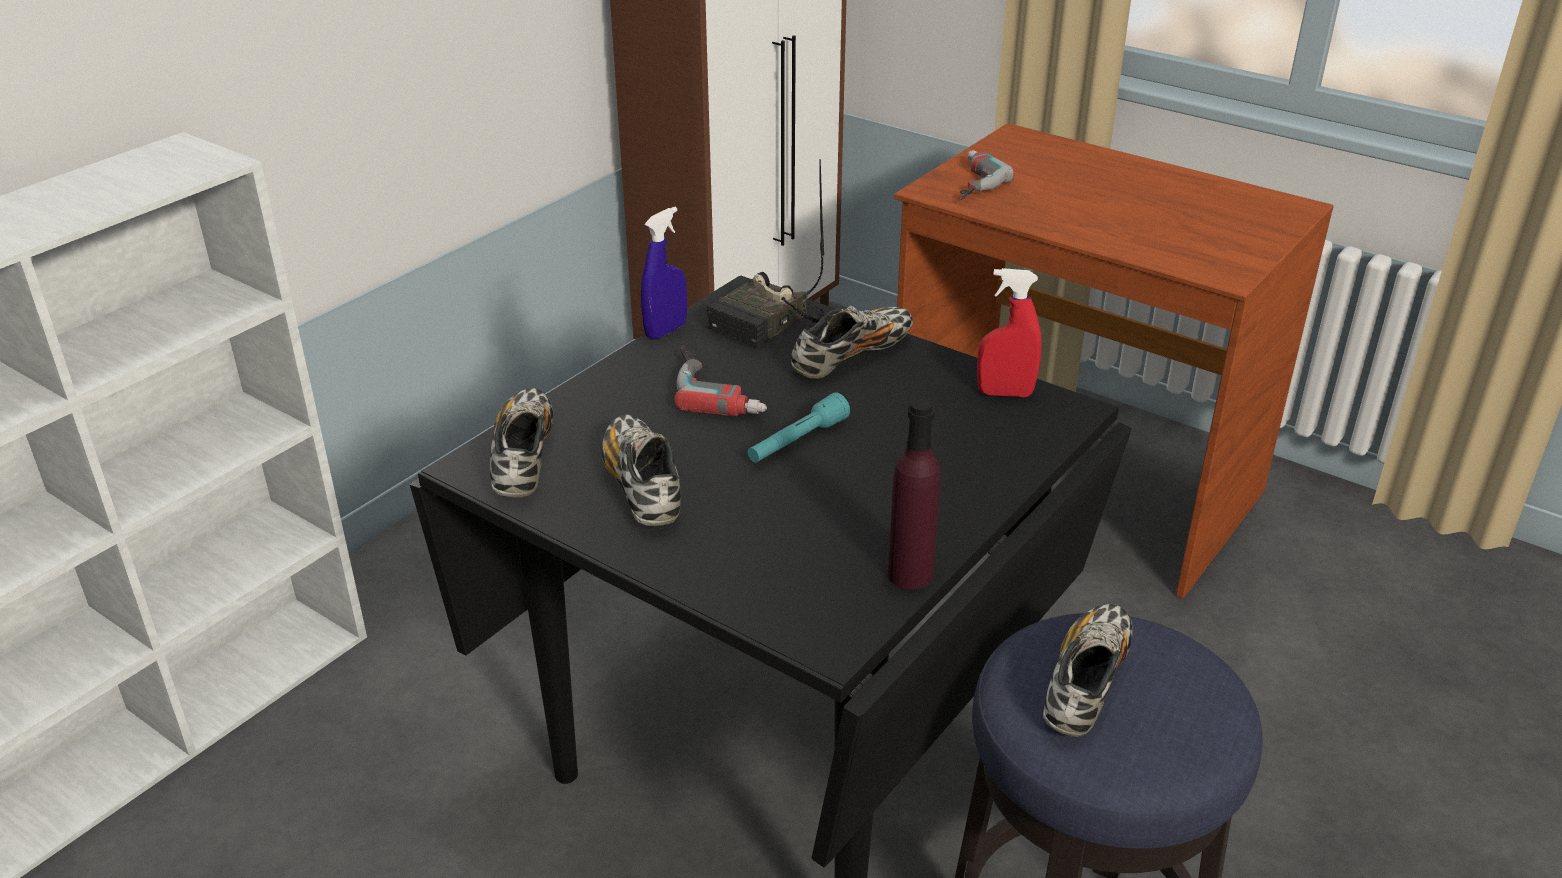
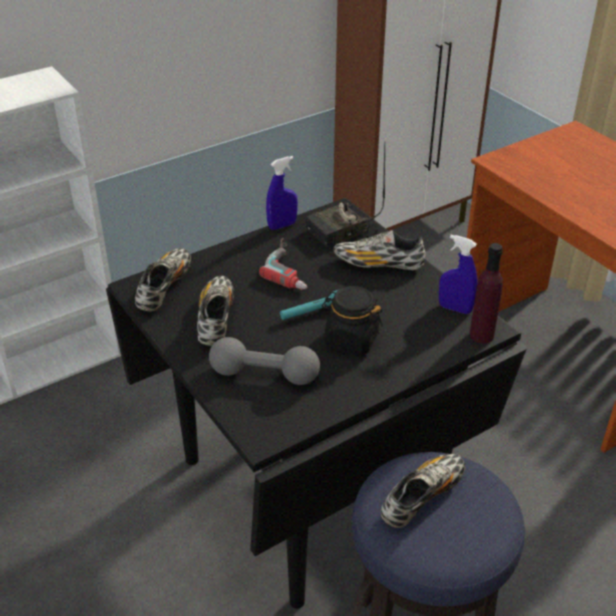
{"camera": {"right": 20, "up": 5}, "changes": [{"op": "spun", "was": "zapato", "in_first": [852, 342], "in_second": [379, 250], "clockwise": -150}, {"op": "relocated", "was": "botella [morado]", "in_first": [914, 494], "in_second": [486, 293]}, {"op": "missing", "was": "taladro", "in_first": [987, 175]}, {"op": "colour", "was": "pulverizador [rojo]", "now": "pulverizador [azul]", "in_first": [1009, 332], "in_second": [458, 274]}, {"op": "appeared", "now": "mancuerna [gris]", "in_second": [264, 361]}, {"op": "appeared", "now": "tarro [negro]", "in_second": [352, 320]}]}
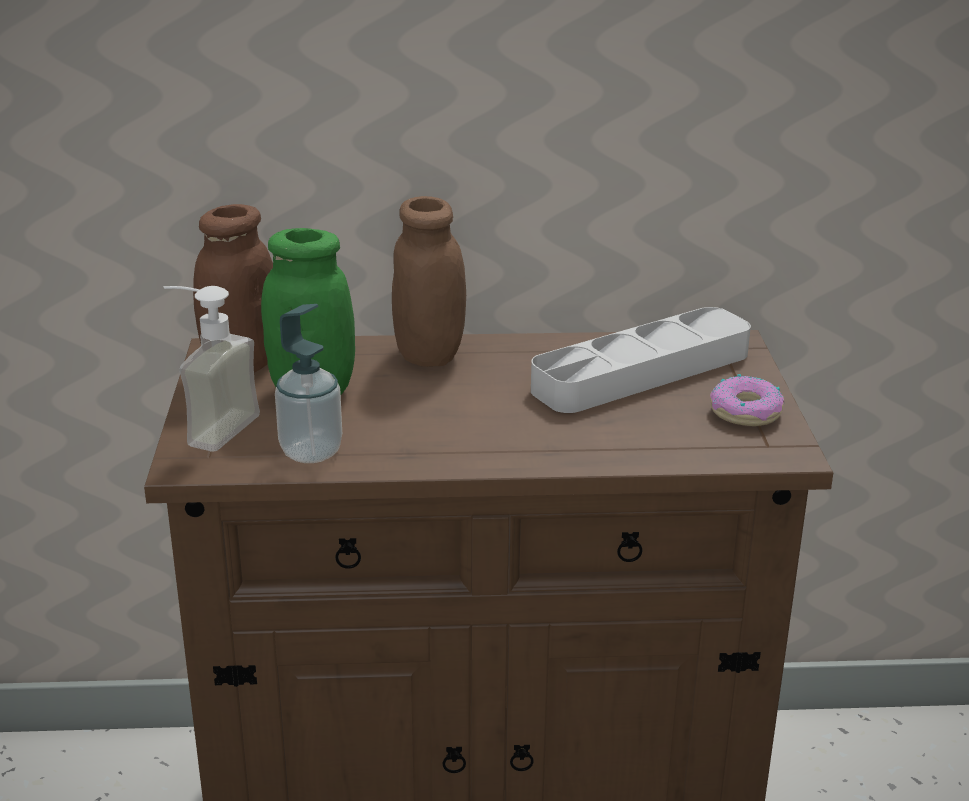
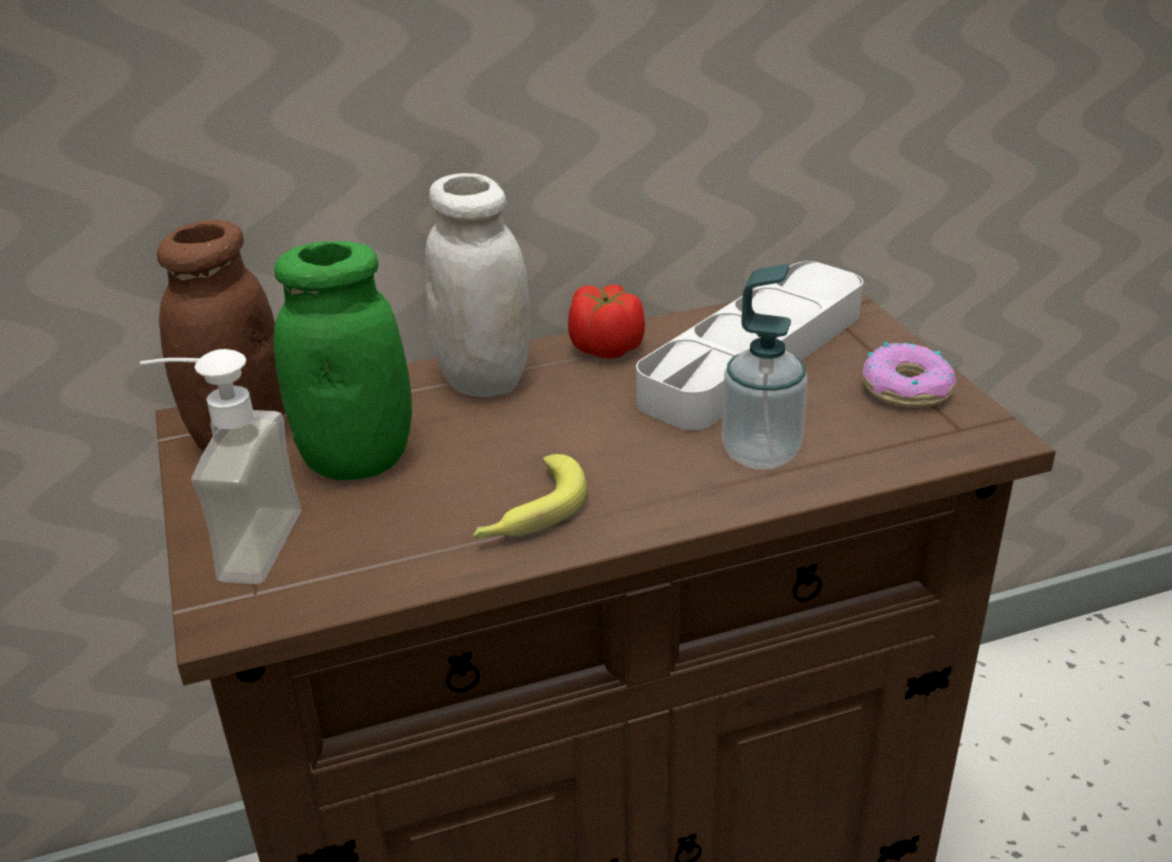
{"camera": {"right": -15, "up": 5}, "changes": [{"op": "relocated", "was": "dispensador de jabón", "in_first": [308, 383], "in_second": [765, 367]}, {"op": "colour", "was": "tarro [marrón]", "now": "tarro [blanco]", "in_first": [429, 281], "in_second": [477, 285]}, {"op": "appeared", "now": "plátano", "in_second": [530, 496]}, {"op": "appeared", "now": "tomate", "in_second": [606, 322]}]}
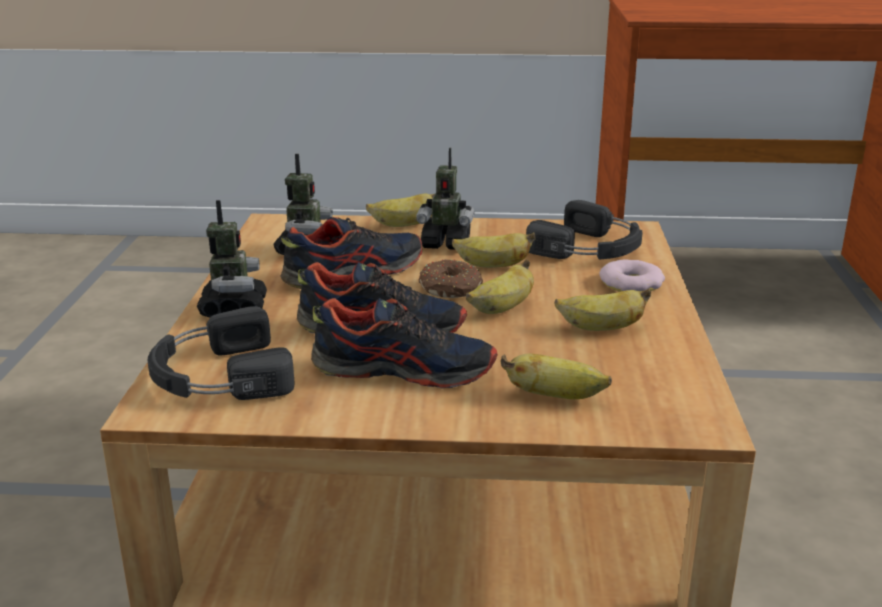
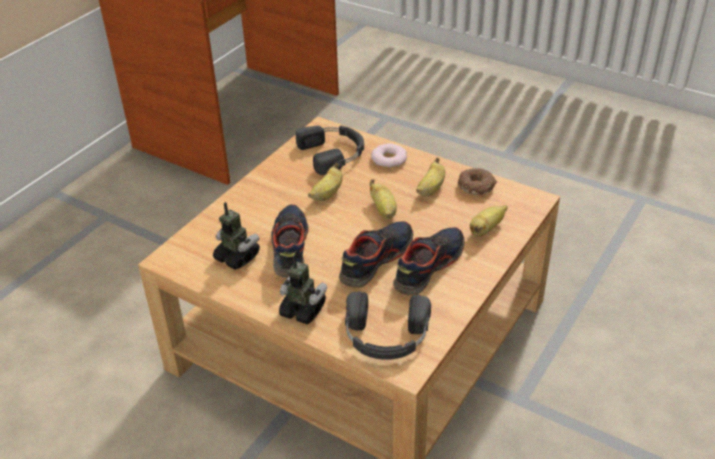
{"camera": {"right": -60, "up": 15}, "changes": [{"op": "missing", "was": "plátano", "in_first": [400, 210]}, {"op": "missing", "was": "robot de juguete", "in_first": [446, 198]}, {"op": "relocated", "was": "rosquilla", "in_first": [451, 278], "in_second": [477, 181]}]}
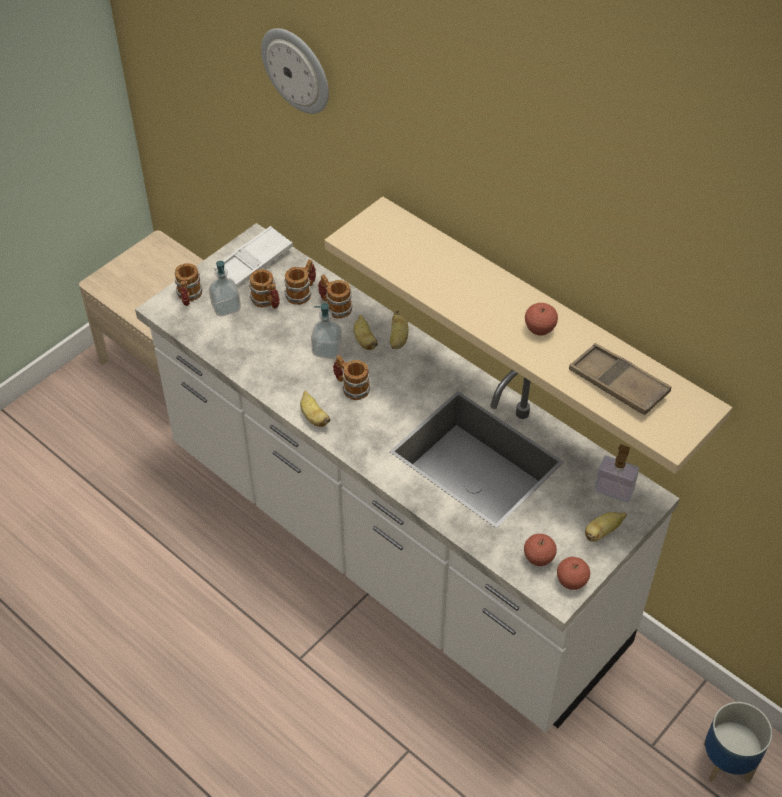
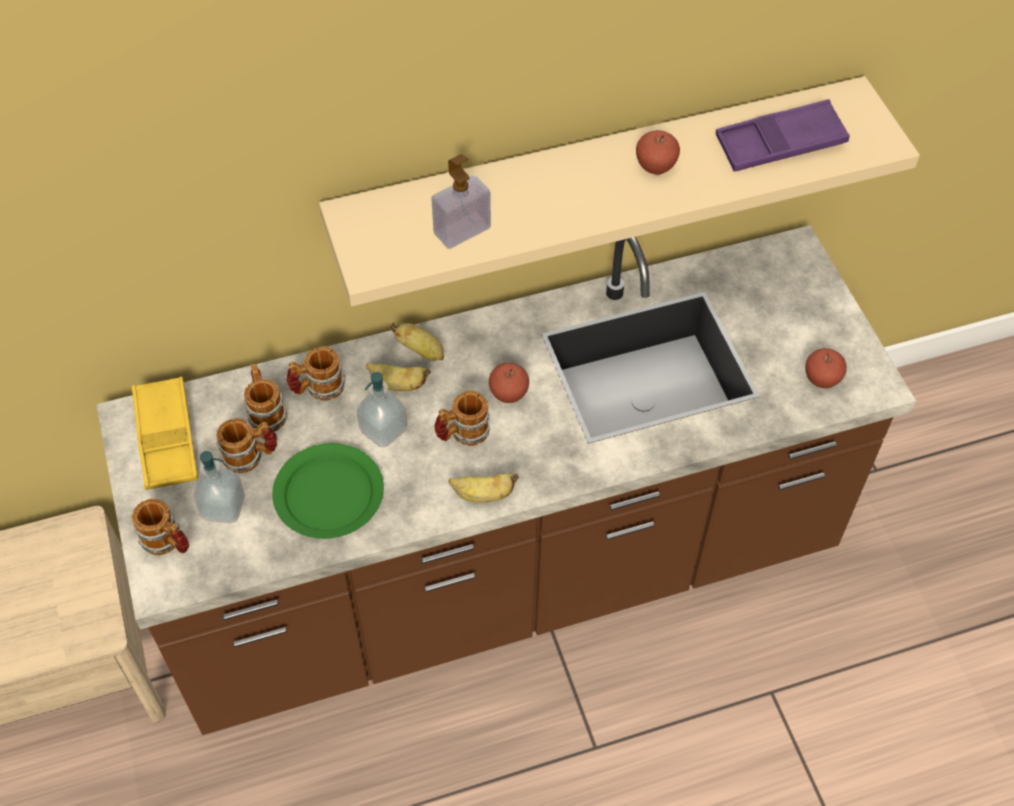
{"camera": {"right": -60, "up": 5}, "changes": [{"op": "colour", "was": "mueble bajo de cocina [blanco]", "now": "mueble bajo de cocina [marrón]", "in_first": [407, 477], "in_second": [506, 480]}, {"op": "colour", "was": "bandeja [blanco]", "now": "bandeja [amarillo]", "in_first": [253, 256], "in_second": [165, 433]}, {"op": "missing", "was": "reloj de pared", "in_first": [295, 71]}, {"op": "relocated", "was": "manzana", "in_first": [573, 573], "in_second": [509, 383]}, {"op": "colour", "was": "bandeja [marrón]", "now": "bandeja [morado]", "in_first": [620, 379], "in_second": [783, 135]}, {"op": "missing", "was": "plátano", "in_first": [606, 527]}, {"op": "relocated", "was": "dispensador de jabón", "in_first": [617, 473], "in_second": [461, 201]}, {"op": "missing", "was": "maceta", "in_first": [737, 742]}, {"op": "appeared", "now": "plato [verde]", "in_second": [328, 491]}]}
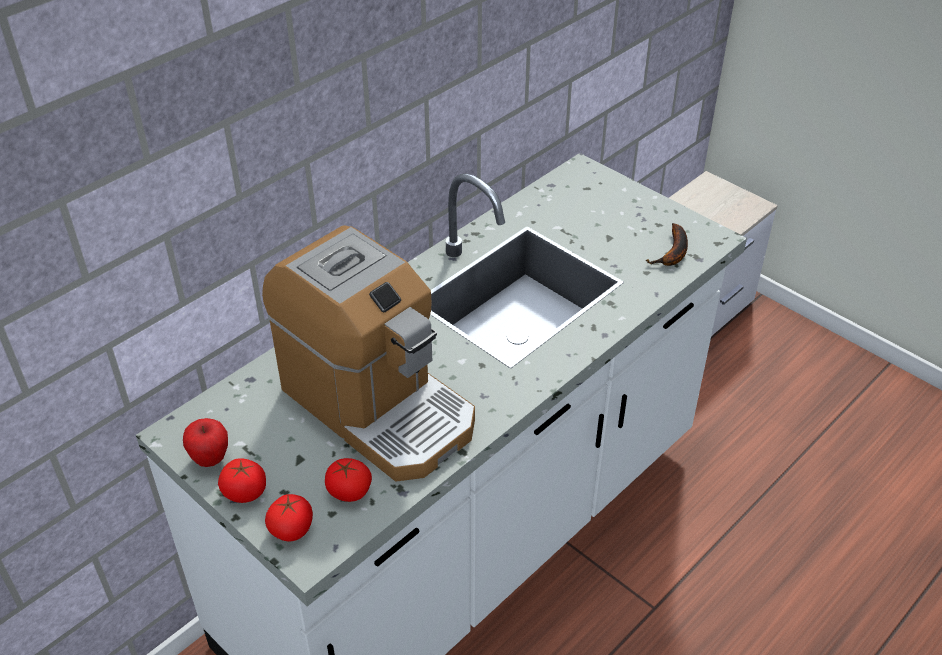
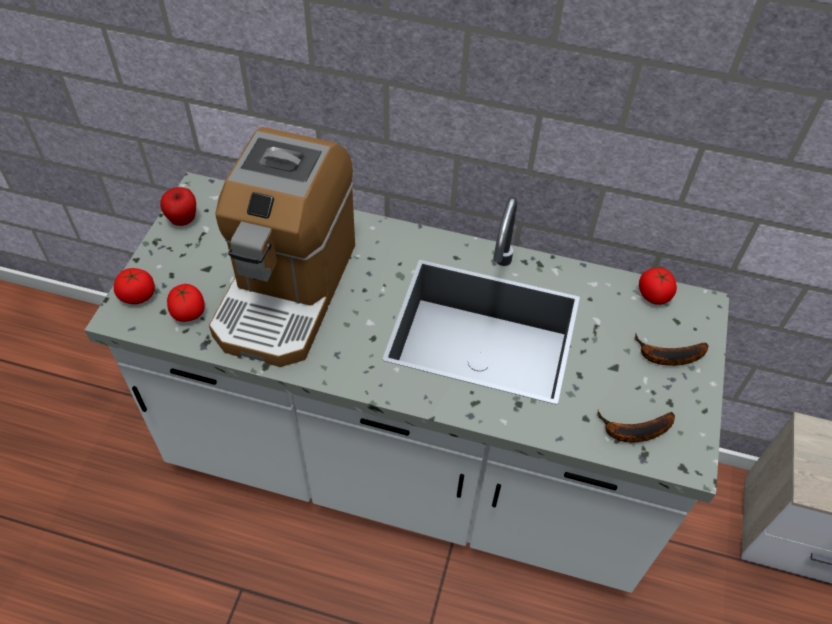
{"camera": {"right": 60, "up": 10}, "changes": [{"op": "relocated", "was": "tomate", "in_first": [242, 480], "in_second": [658, 286]}, {"op": "appeared", "now": "plátano", "in_second": [671, 350]}]}
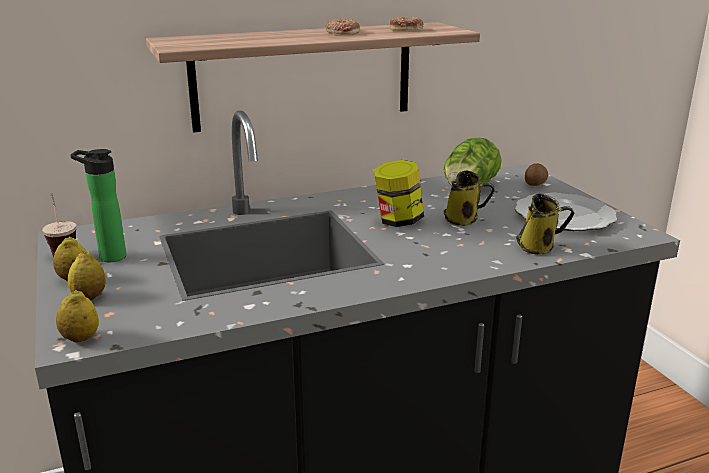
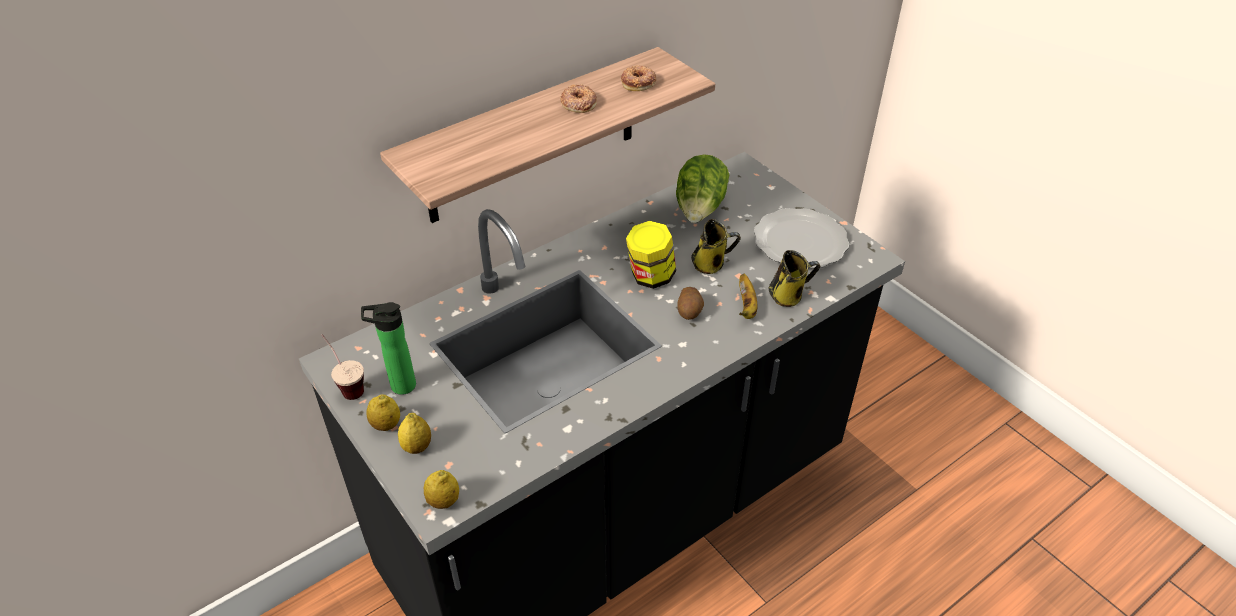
{"camera": {"right": -15, "up": 20}, "changes": [{"op": "relocated", "was": "patata", "in_first": [536, 174], "in_second": [690, 303]}, {"op": "appeared", "now": "plátano", "in_second": [748, 296]}]}
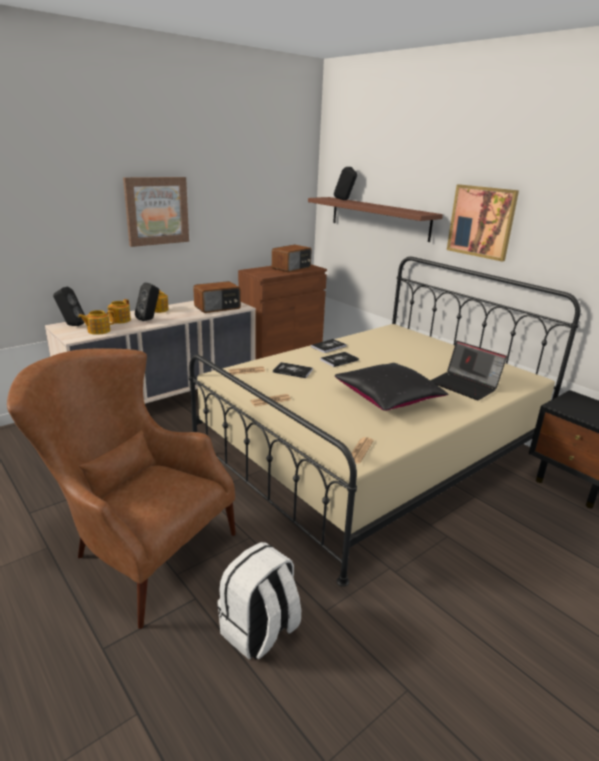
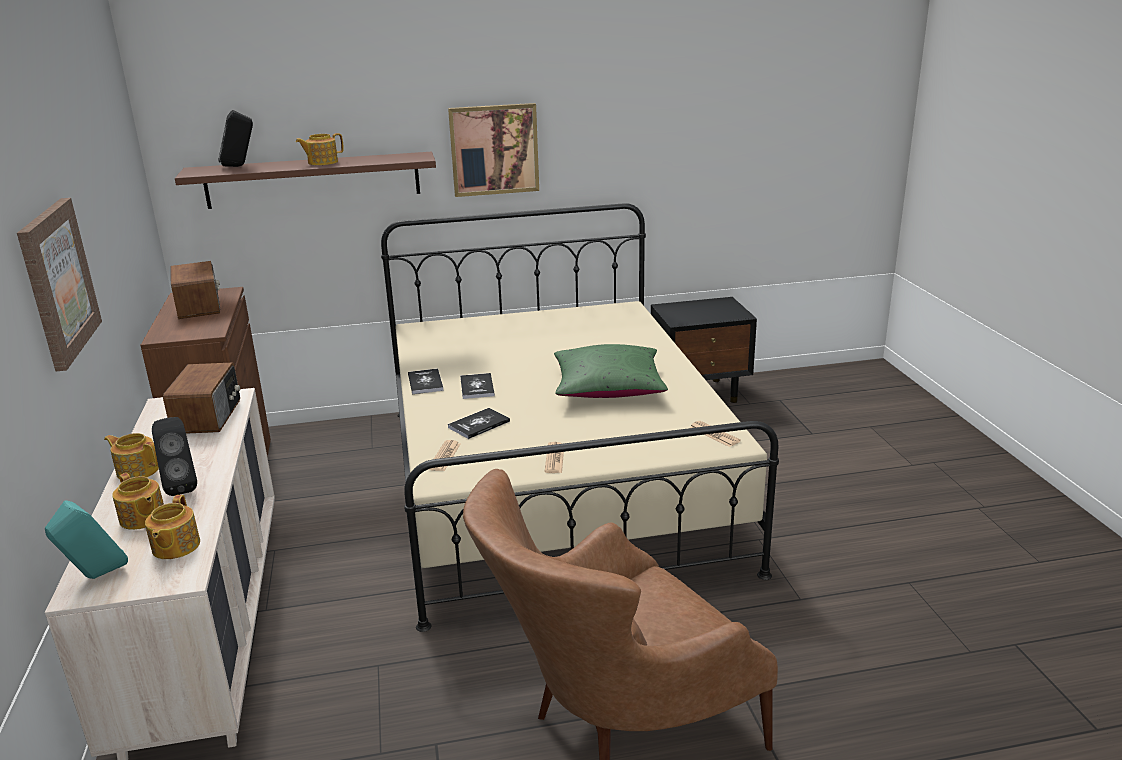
{"camera": {"right": -60, "up": 0}, "changes": [{"op": "colour", "was": "altavoz [negro]", "now": "altavoz [turquesa]", "in_first": [69, 306], "in_second": [86, 539]}, {"op": "missing", "was": "mochila [blanco]", "in_first": [259, 601]}, {"op": "colour", "was": "cojín [negro]", "now": "cojín [verde]", "in_first": [391, 387], "in_second": [611, 371]}, {"op": "missing", "was": "portátil", "in_first": [468, 370]}, {"op": "appeared", "now": "tetera", "in_second": [319, 149]}]}
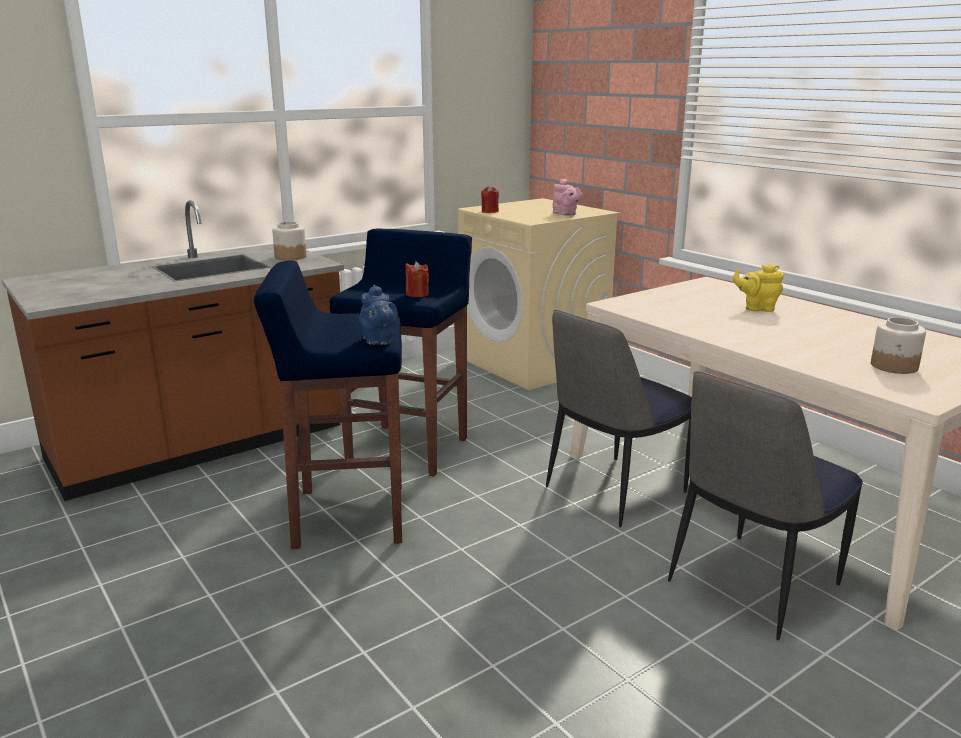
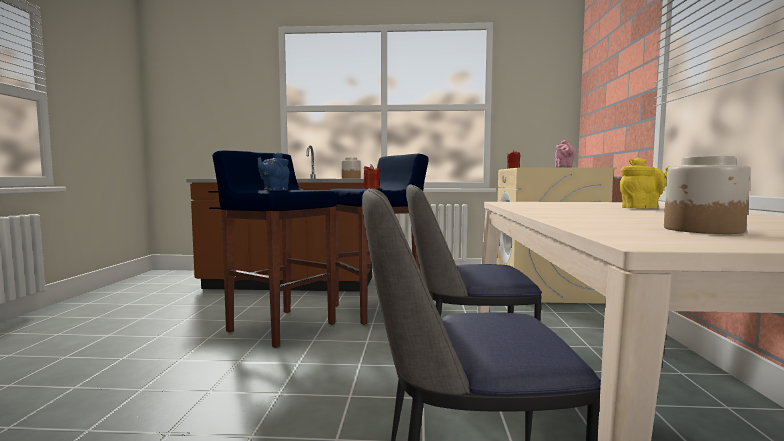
{"camera": {"right": 40, "up": -15}, "changes": [{"op": "spun", "was": "tetera [amarillo]", "in_first": [758, 288], "in_second": [645, 183], "clockwise": 120}]}
